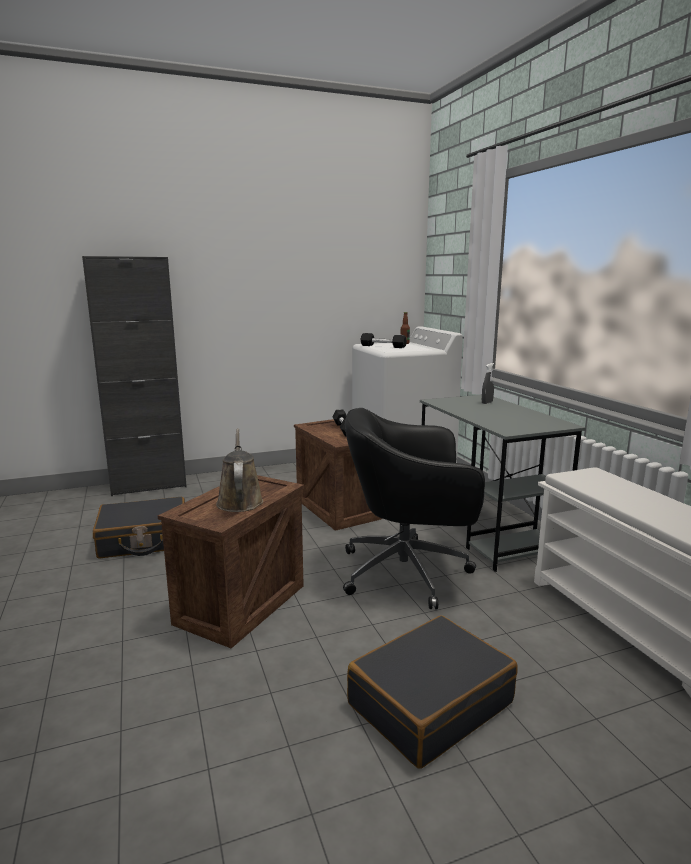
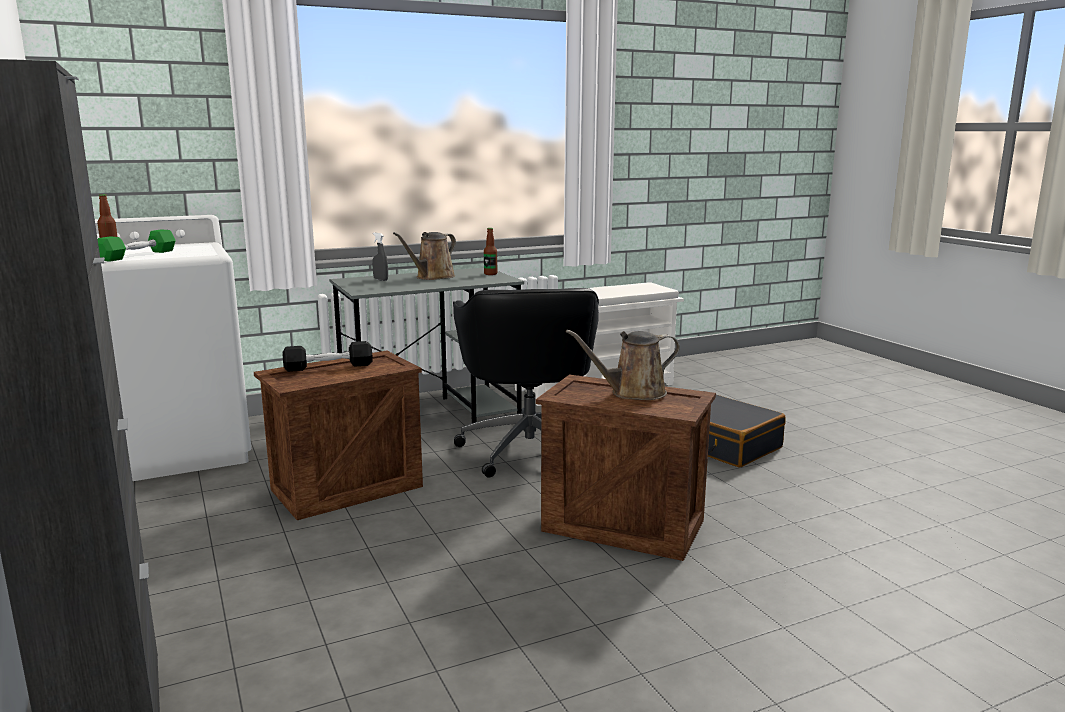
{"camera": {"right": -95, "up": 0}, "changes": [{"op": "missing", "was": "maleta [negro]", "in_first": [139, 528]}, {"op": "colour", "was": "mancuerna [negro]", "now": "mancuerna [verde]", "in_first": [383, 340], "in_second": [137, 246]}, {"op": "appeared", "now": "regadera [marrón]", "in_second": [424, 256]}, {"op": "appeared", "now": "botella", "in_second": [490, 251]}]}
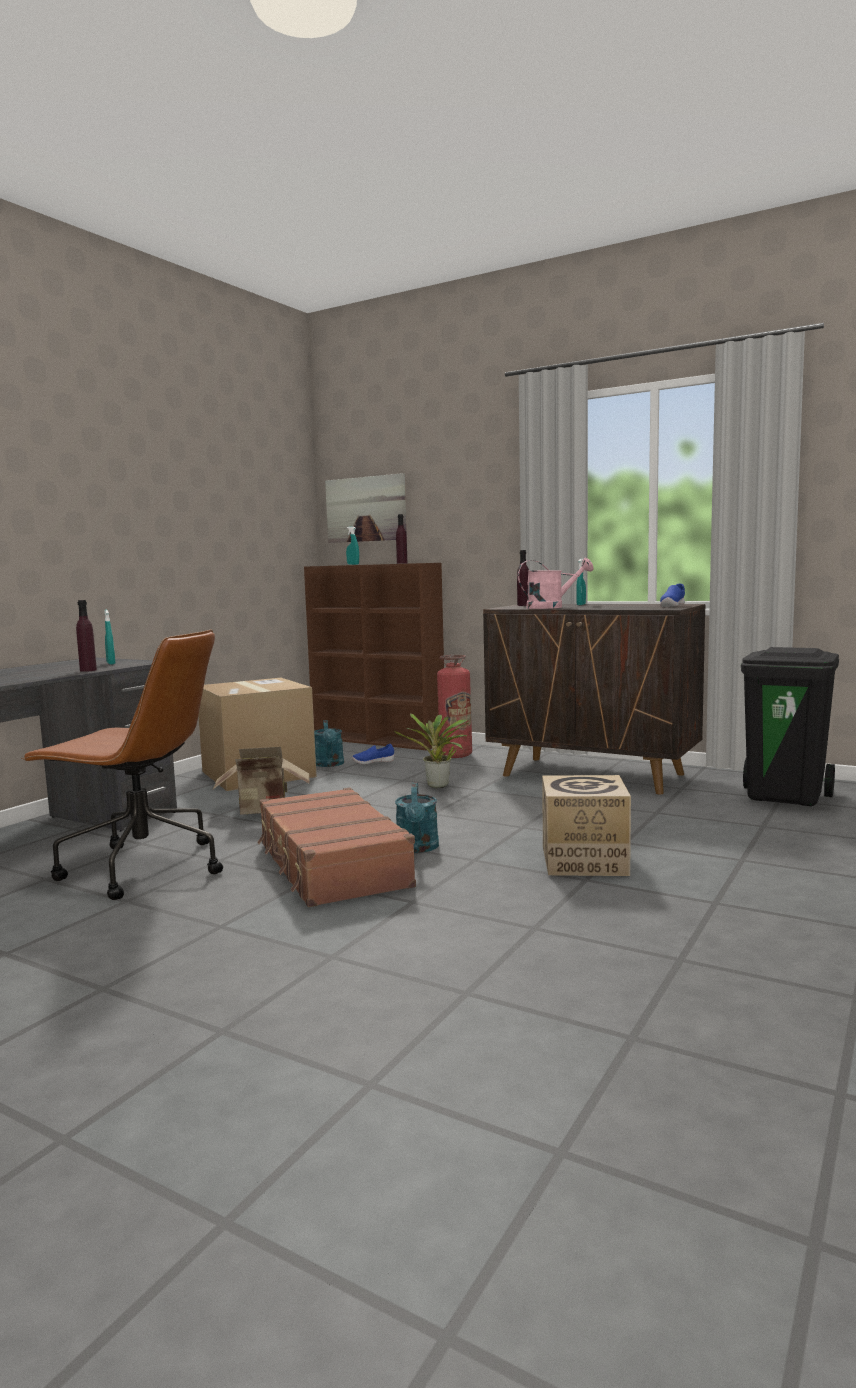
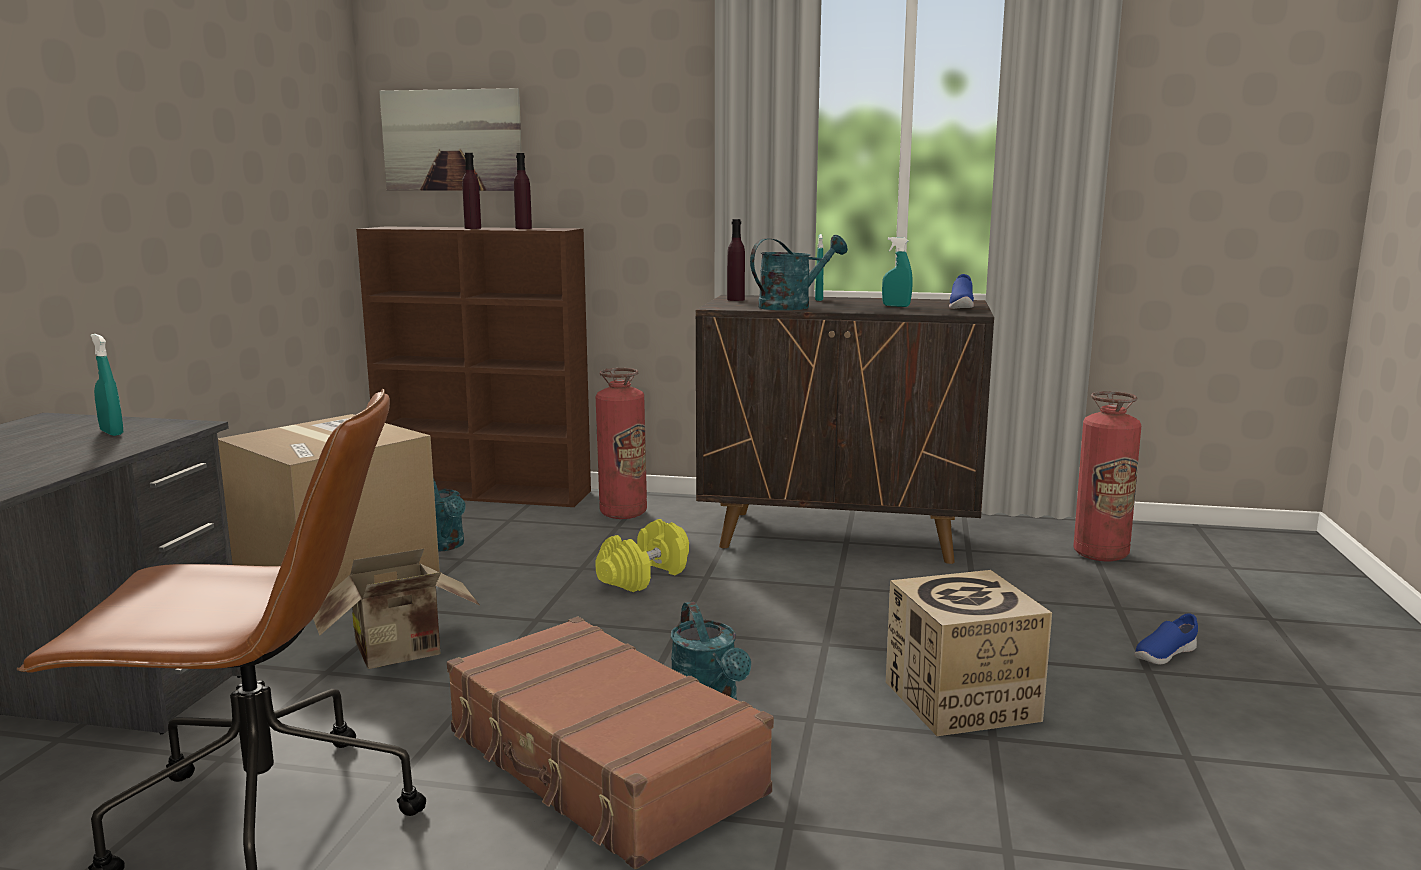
{"camera": {"right": -20, "up": 5}, "changes": [{"op": "relocated", "was": "botella [morado]", "in_first": [86, 636], "in_second": [471, 191]}, {"op": "relocated", "was": "pulverizador [turquesa]", "in_first": [352, 545], "in_second": [897, 272]}, {"op": "relocated", "was": "zapato [azul]", "in_first": [373, 754], "in_second": [1166, 638]}, {"op": "exchanged", "was": "planta en maceta", "now": "mancuerna [amarillo]", "in_first": [431, 751], "in_second": [642, 555]}, {"op": "colour", "was": "regadera [rosa]", "now": "regadera [turquesa]", "in_first": [556, 583], "in_second": [799, 272]}, {"op": "exchanged", "was": "papelera [negro]", "now": "extintor", "in_first": [790, 726], "in_second": [1107, 476]}]}
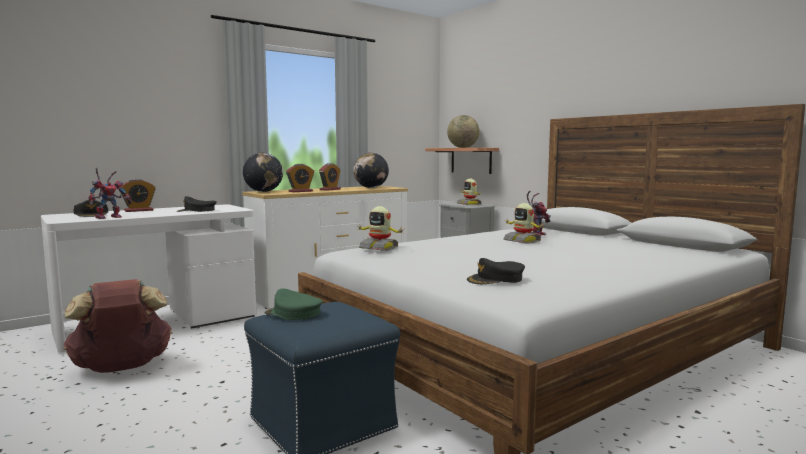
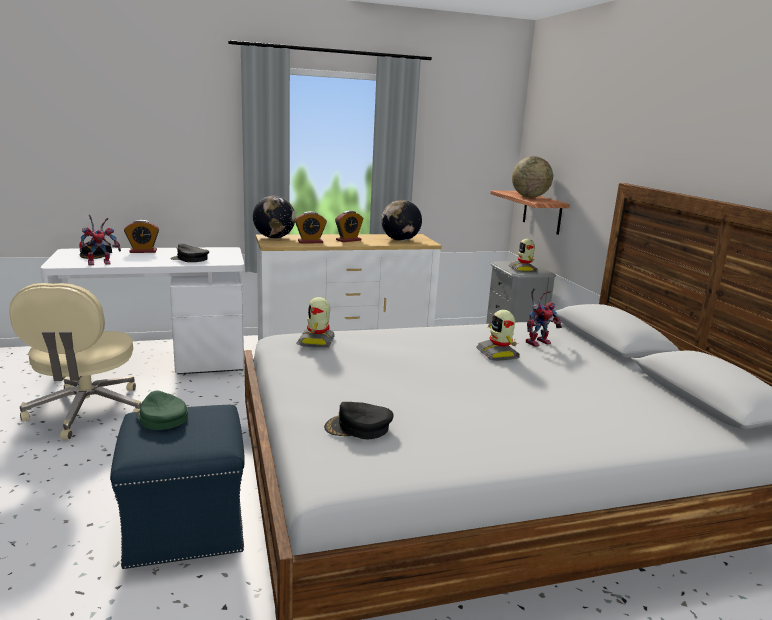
{"camera": {"right": 20, "up": 10}, "changes": [{"op": "exchanged", "was": "mochila [marrón]", "now": "silla de oficina [beis]", "in_first": [118, 326], "in_second": [75, 361]}, {"op": "spun", "was": "robot de juguete", "in_first": [379, 228], "in_second": [315, 322], "clockwise": 45}]}
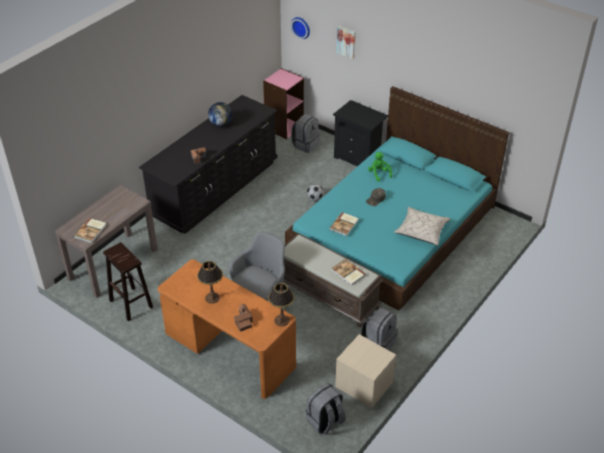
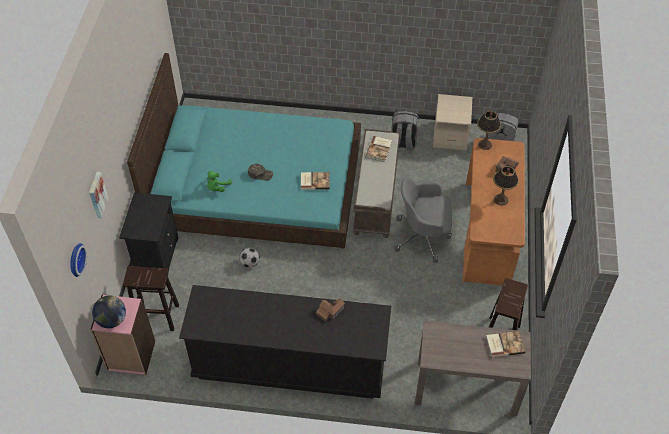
{"camera": {"right": -120, "up": 10}, "changes": [{"op": "relocated", "was": "globo terráqueo", "in_first": [220, 114], "in_second": [109, 311]}, {"op": "exchanged", "was": "mochila [gris]", "now": "taburete [marrón]", "in_first": [305, 133], "in_second": [151, 298]}, {"op": "missing", "was": "cojín [beis]", "in_first": [422, 226]}]}
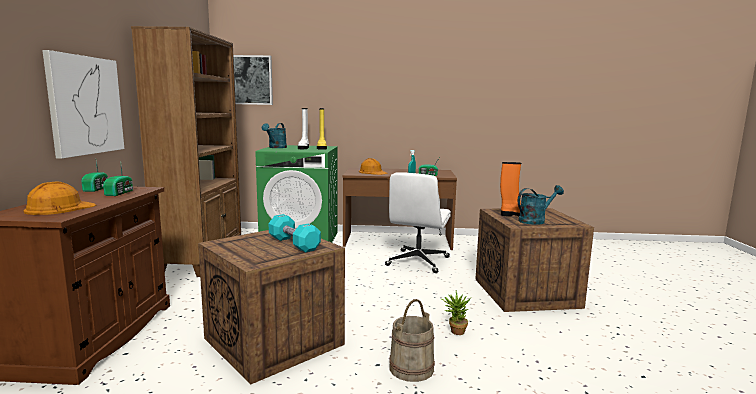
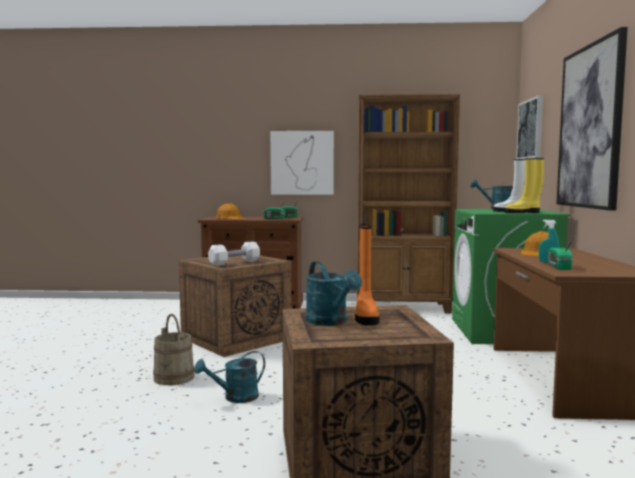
{"camera": {"right": 90, "up": -5}, "changes": [{"op": "colour", "was": "mancuerna [turquesa]", "now": "mancuerna [blanco]", "in_first": [295, 233], "in_second": [234, 254]}, {"op": "missing", "was": "silla de oficina [blanco]", "in_first": [418, 222]}, {"op": "exchanged", "was": "planta en maceta", "now": "regadera [turquesa]", "in_first": [455, 312], "in_second": [229, 377]}, {"op": "appeared", "now": "cuadro", "in_second": [592, 119]}]}
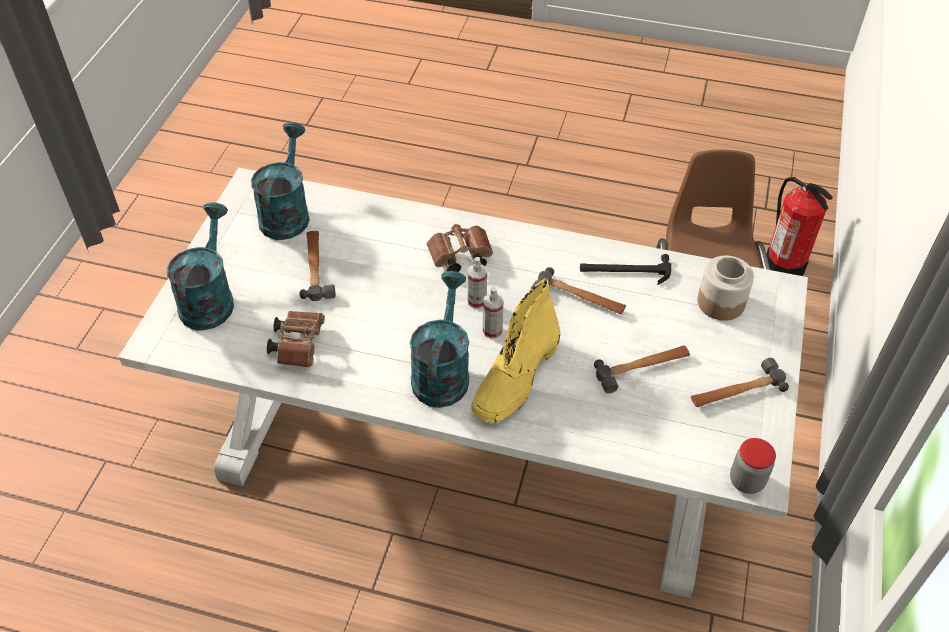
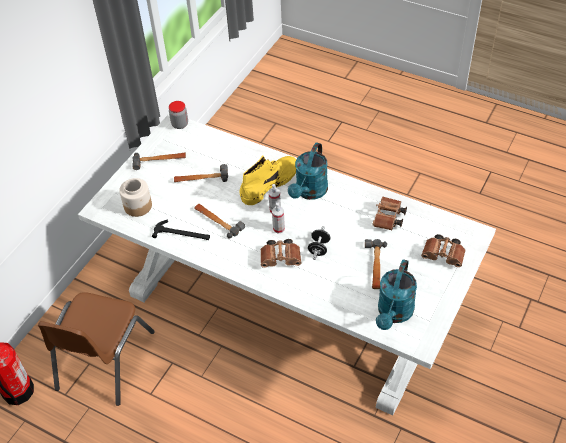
{"camera": {"right": -165, "up": 0}, "changes": [{"op": "exchanged", "was": "regadera [turquesa]", "now": "prismáticos [marrón]", "in_first": [200, 266], "in_second": [443, 250]}, {"op": "appeared", "now": "mancuerna [negro]", "in_second": [319, 243]}]}
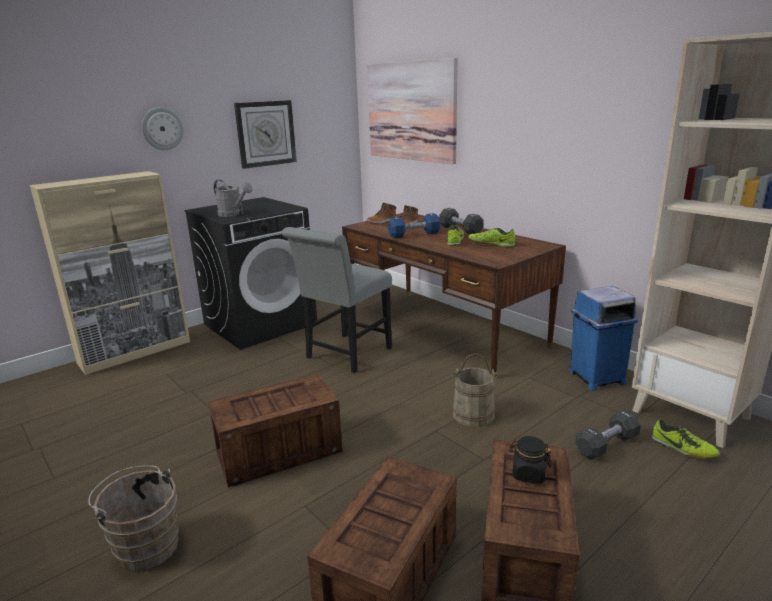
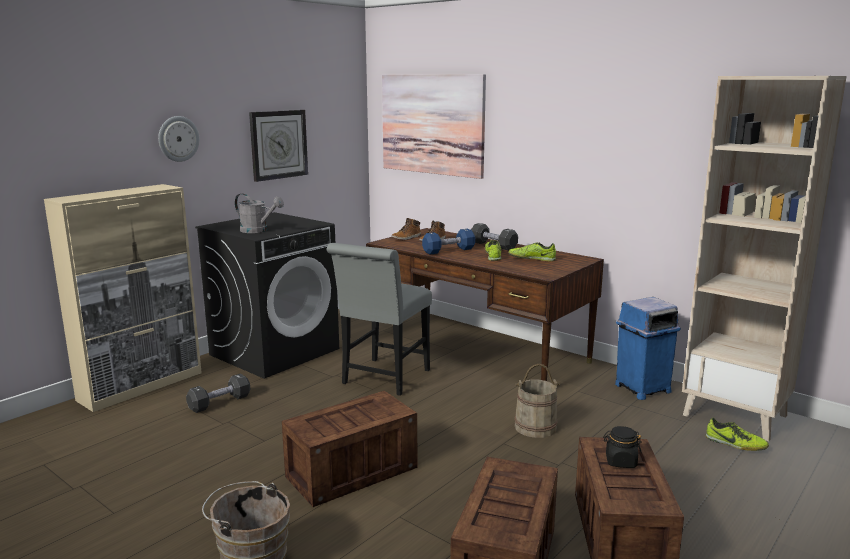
{"camera": {"right": -10, "up": -5}, "changes": [{"op": "relocated", "was": "mancuerna [negro]", "in_first": [608, 435], "in_second": [218, 393]}]}
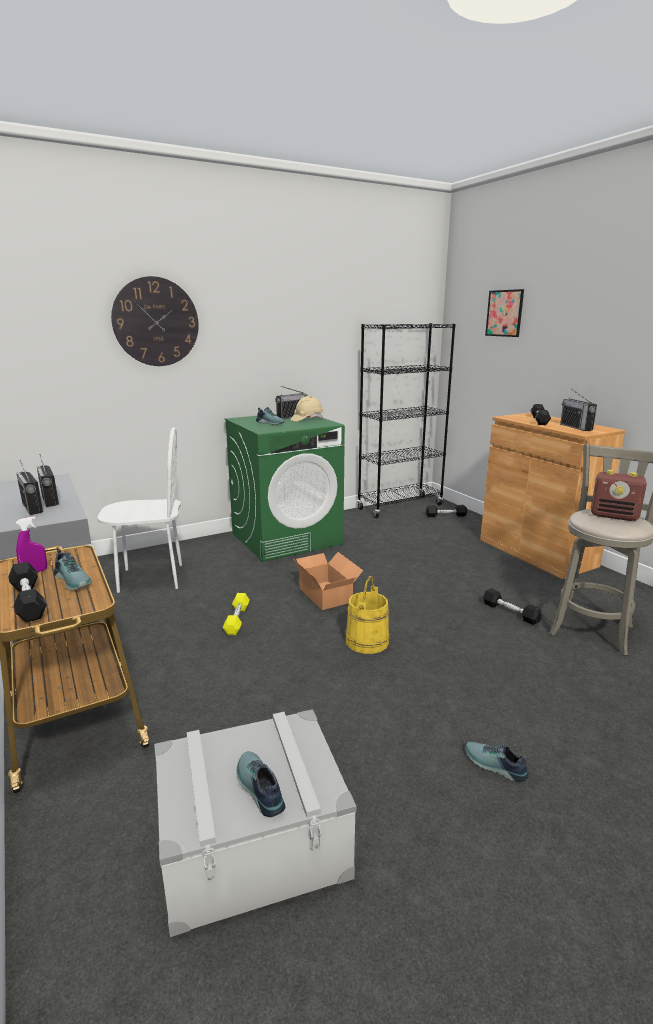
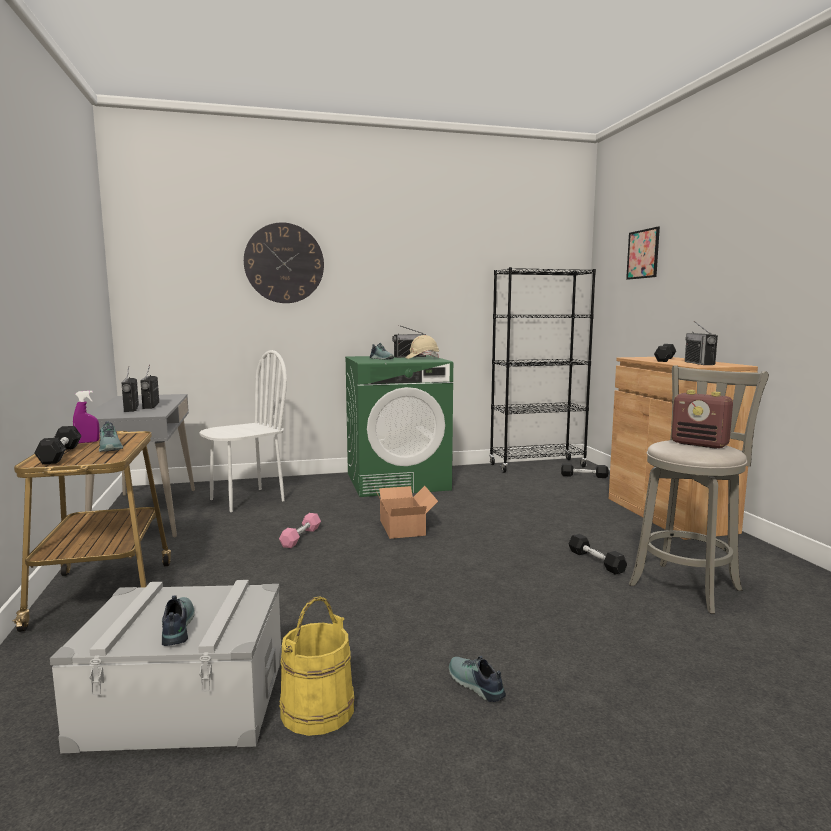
{"camera": {"right": 15, "up": -10}, "changes": [{"op": "spun", "was": "silla [blanco]", "in_first": [139, 510], "in_second": [243, 431], "clockwise": -45}, {"op": "colour", "was": "mancuerna [amarillo]", "now": "mancuerna [rosa]", "in_first": [236, 614], "in_second": [300, 530]}, {"op": "relocated", "was": "cubo [amarillo]", "in_first": [368, 615], "in_second": [316, 666]}]}
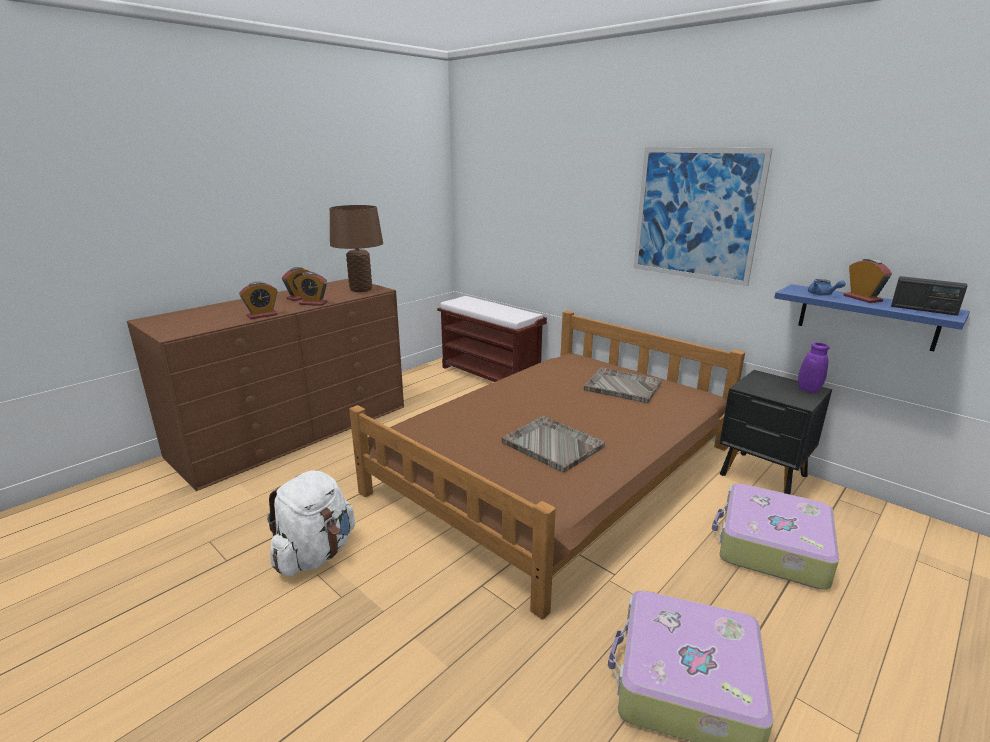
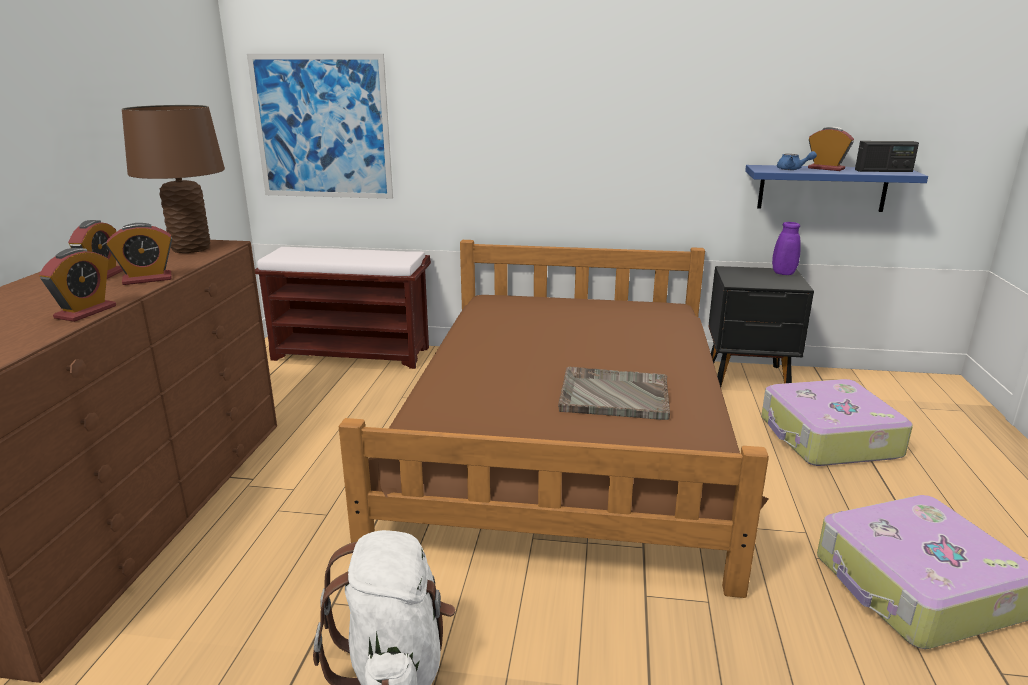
{"camera": {"right": -35, "up": 0}, "changes": [{"op": "missing", "was": "bandeja [gris]", "in_first": [623, 385]}, {"op": "relocated", "was": "cuadro", "in_first": [703, 216], "in_second": [320, 126]}]}
